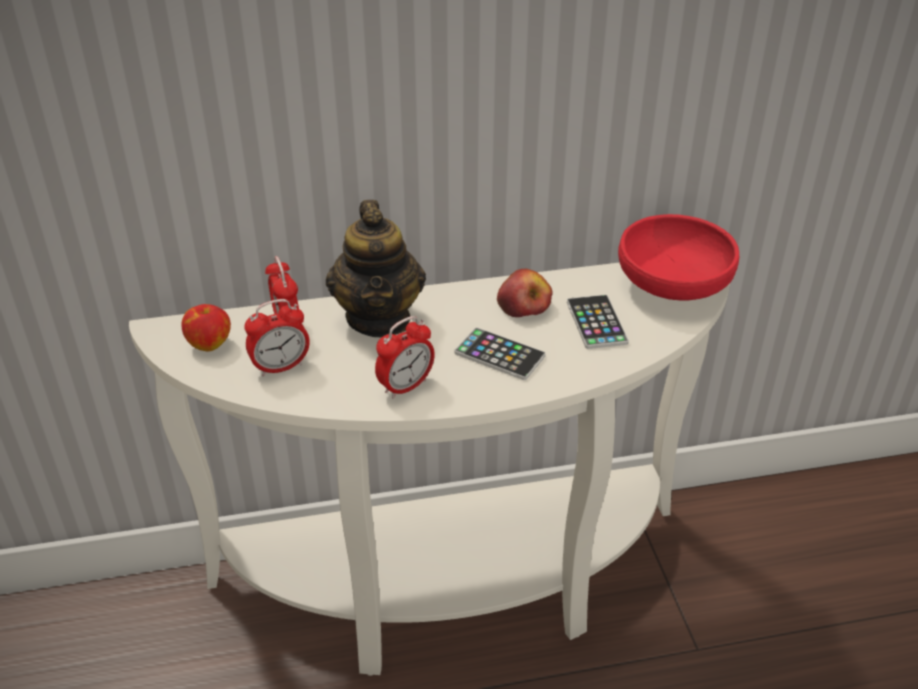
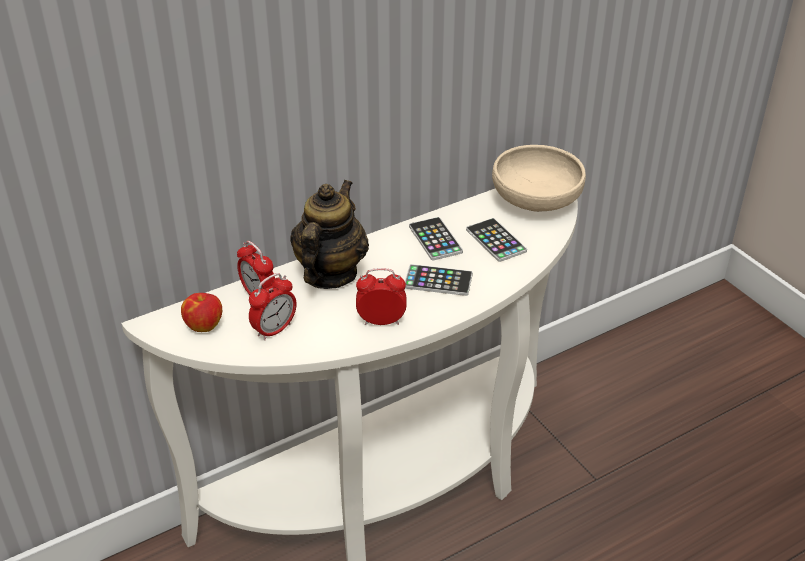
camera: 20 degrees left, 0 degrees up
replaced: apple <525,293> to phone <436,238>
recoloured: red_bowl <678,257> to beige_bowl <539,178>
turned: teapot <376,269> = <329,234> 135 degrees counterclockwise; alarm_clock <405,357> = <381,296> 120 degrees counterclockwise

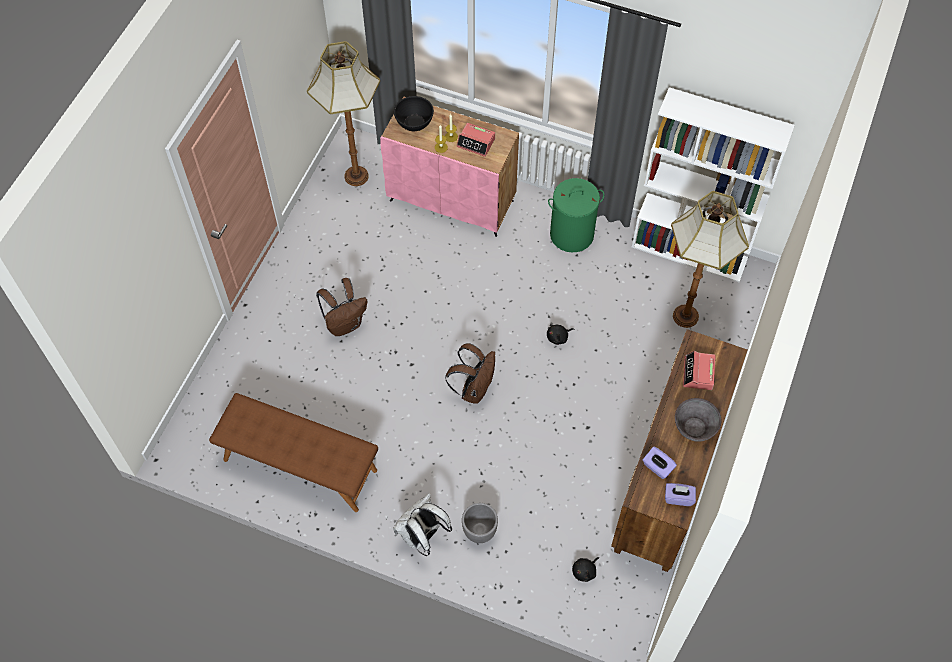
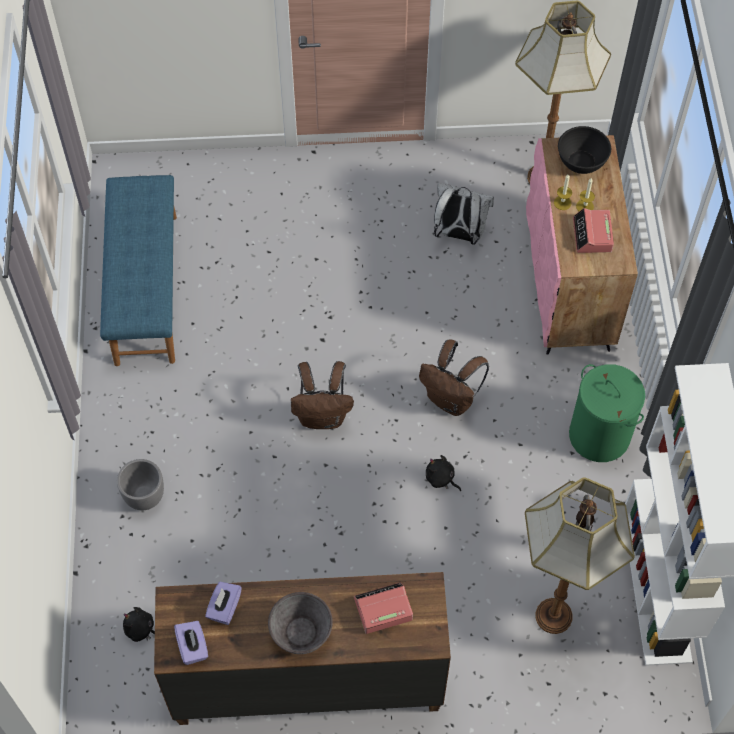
camera: 65 degrees right, 0 degrees up
moved: brown_backpack <341,307> to <454,377>; white_backpack <422,524> to <464,214>
recoloured: brown_bench <293,452> to blue_bench <138,270>

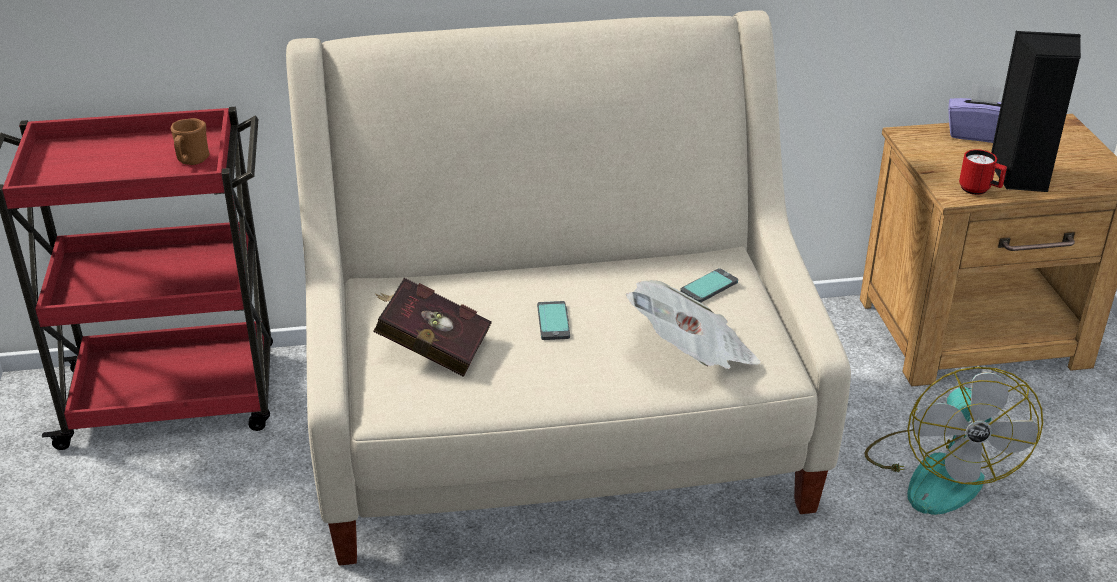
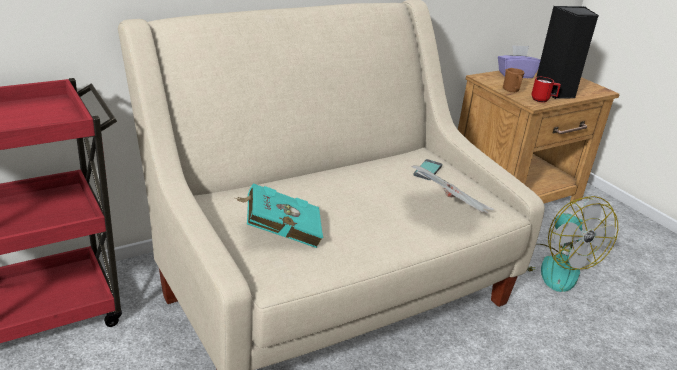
camera: 25 degrees left, 5 degrees down
removed: phone <553,320>
moved: brown_mug <190,141> to <513,80>
recoloured: red_book <432,327> to turquoise_book <279,215>

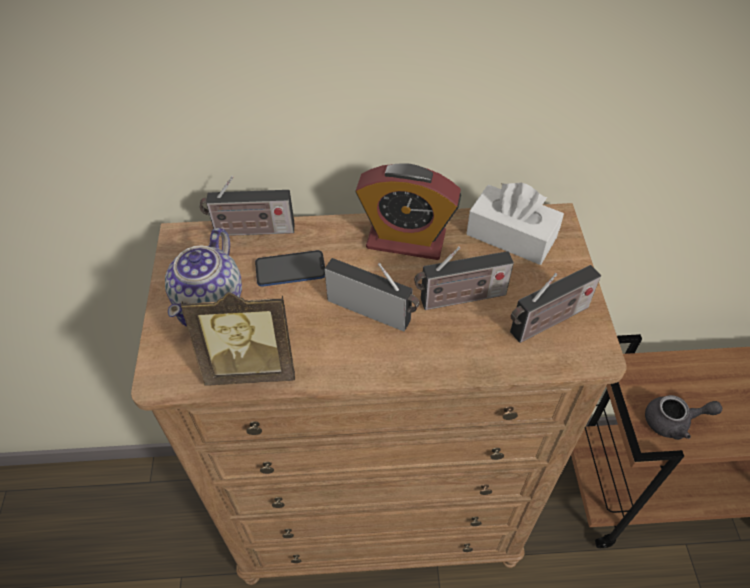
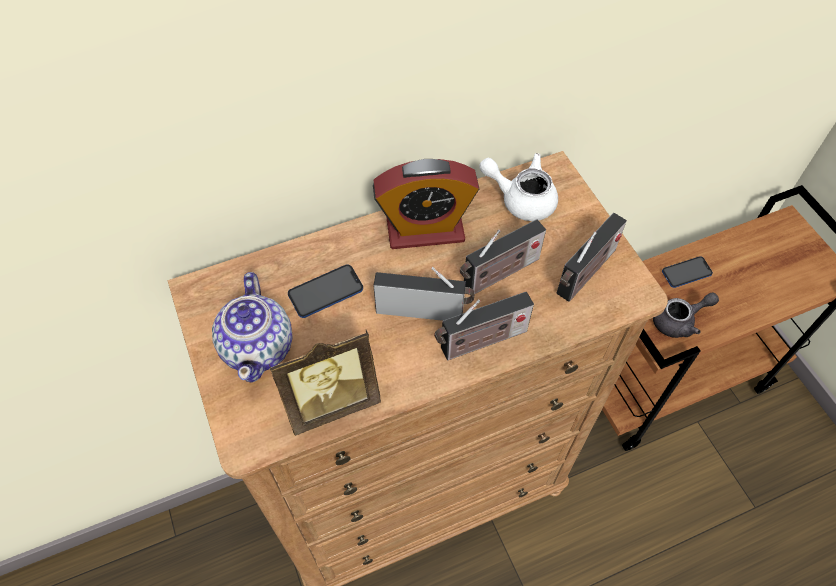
camera: 20 degrees left, 5 degrees up
added: phone <687,272>
moved: radio <247,206> to <484,326>
replaced: white_tissue_box <515,224> to white_teapot <518,187>

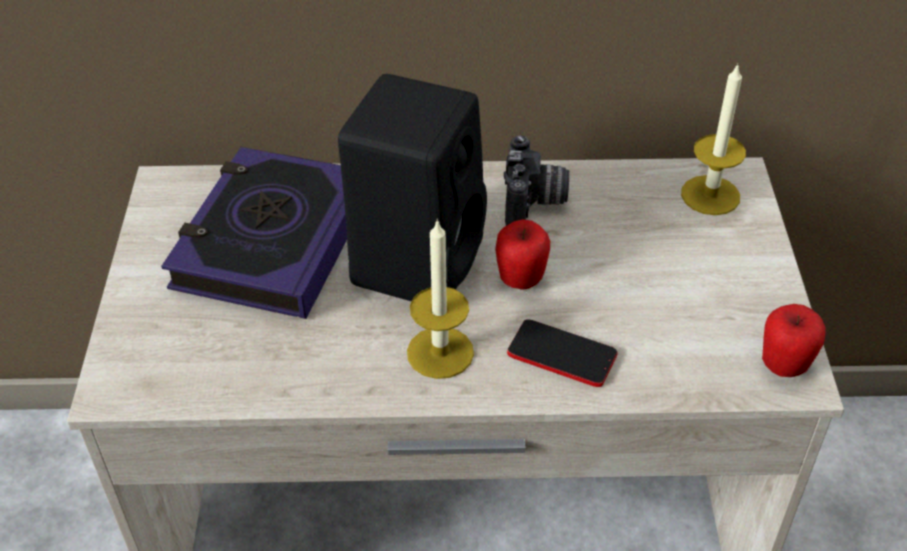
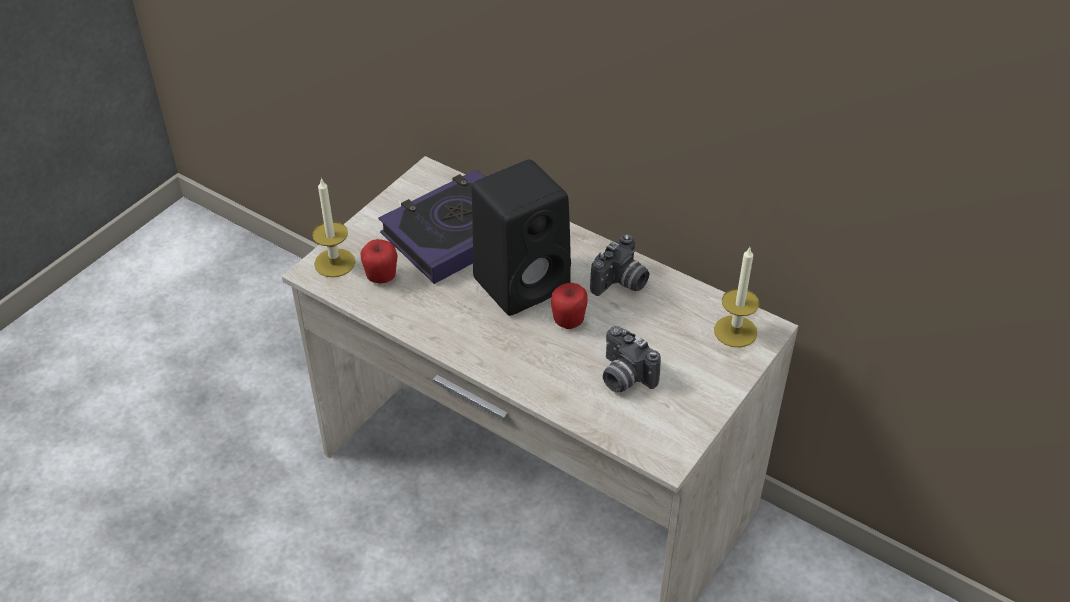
camera: 35 degrees right, 0 degrees up
removed: phone <562,353>
added: photo_camera <632,359>
moved: candle <440,299> to <333,227>; apple <794,340> to <379,261>

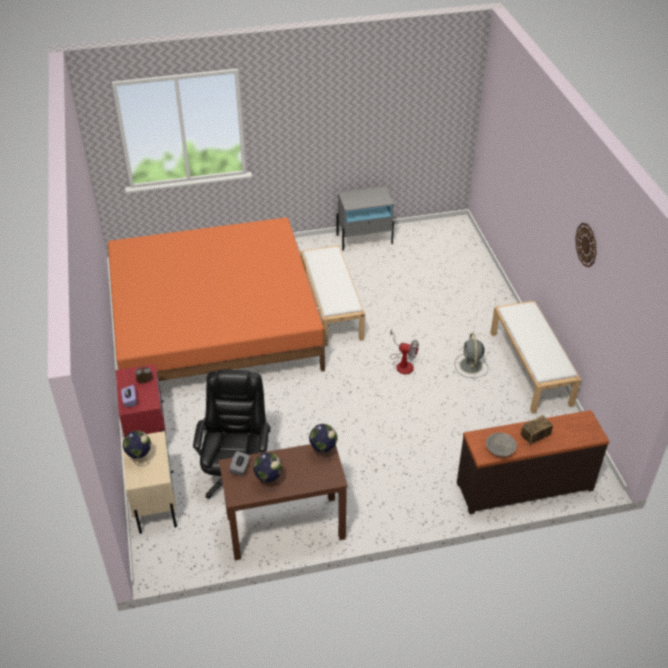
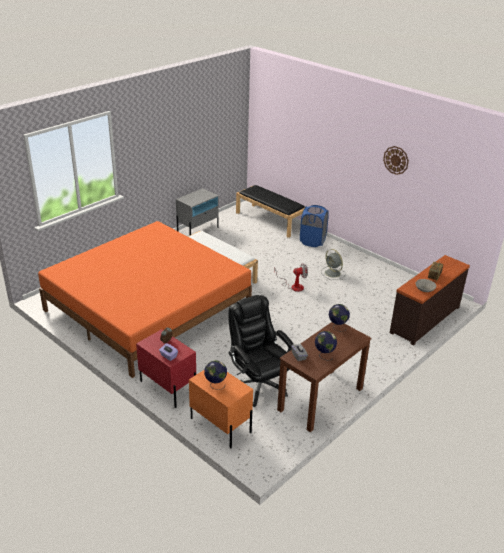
camera: 35 degrees left, 10 degrees down
removed: white_bench <536,357>
added: black_bench <270,211>; blue_laundry_basket <314,226>
recoloured: beige_nightstand <149,482> to orange_nightstand <221,409>

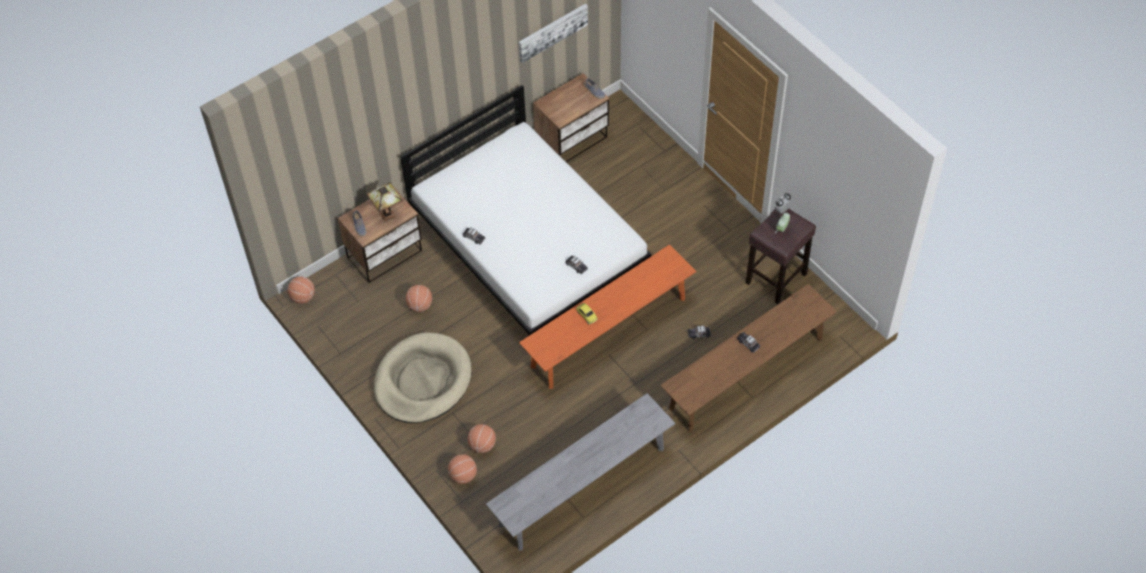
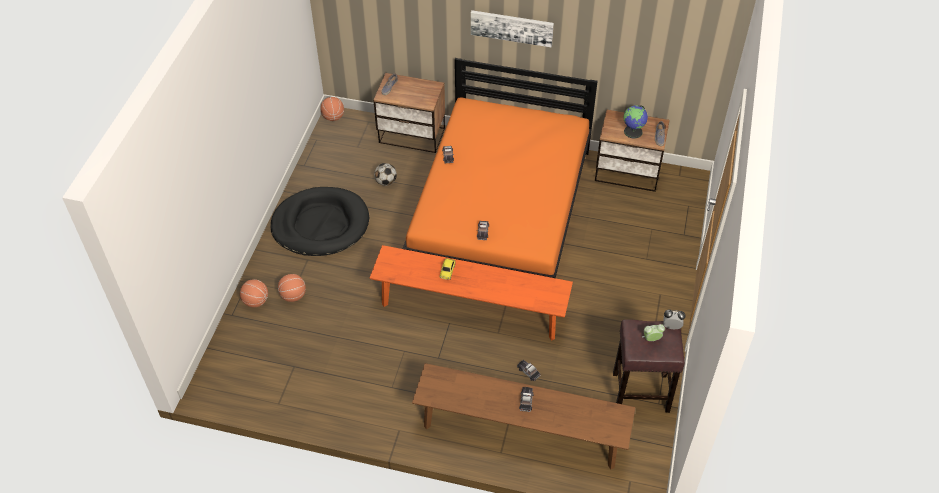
camera: 50 degrees right, 5 degrees down
removed: table_lamp <384,202>; grey_bench <580,472>
added: globe <635,122>
moved: picture <553,33> to <512,28>
replaced: basketball <419,298> to football <385,174>
recoloured: beige_dog_bed <423,377> to black_dog_bed <320,221>; white_bed <525,210> to orange_bed <500,168>

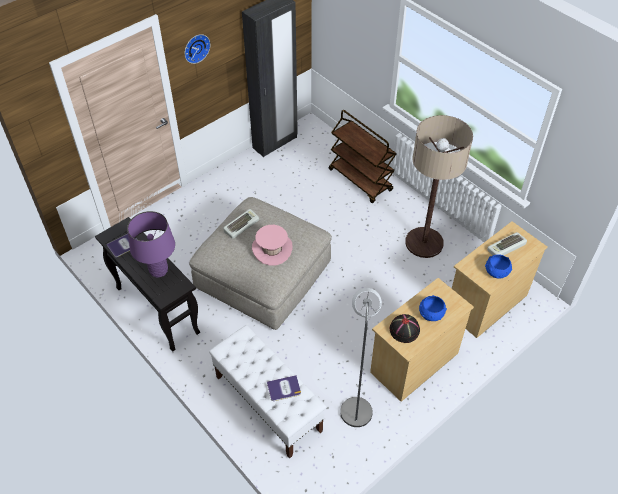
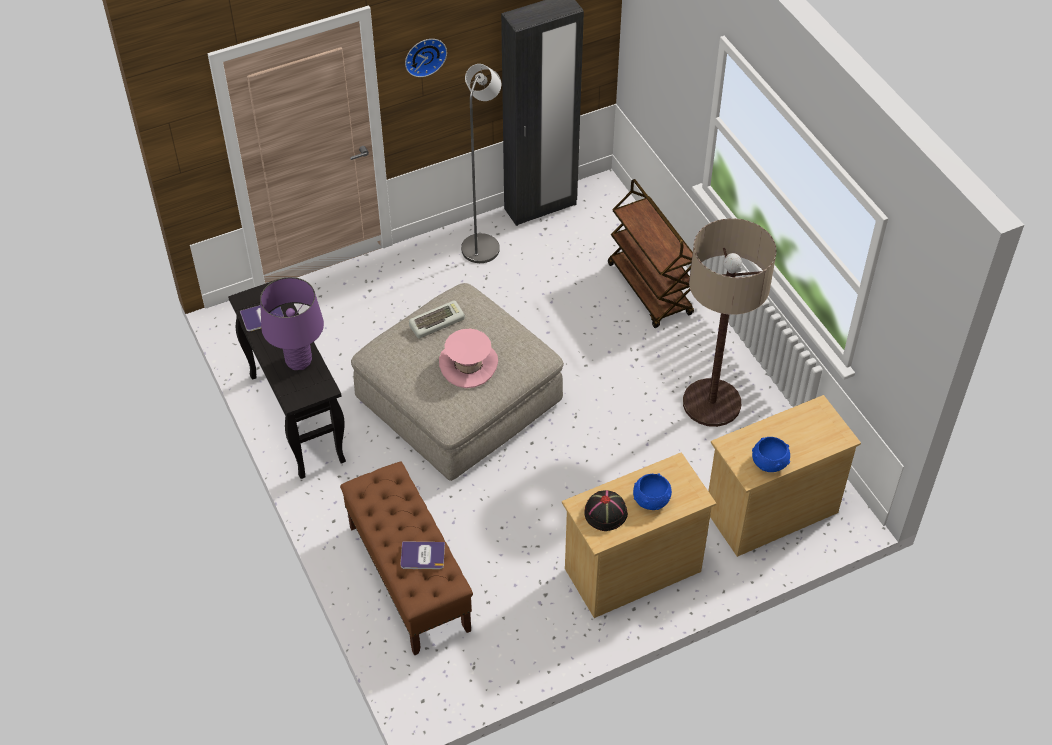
camera: 15 degrees right, 0 degrees up
removed: keyboard <507,244>
moved: grey_floor_lamp <361,357> to <481,163>
recoloured: white_bench <267,392> to brown_bench <406,558>

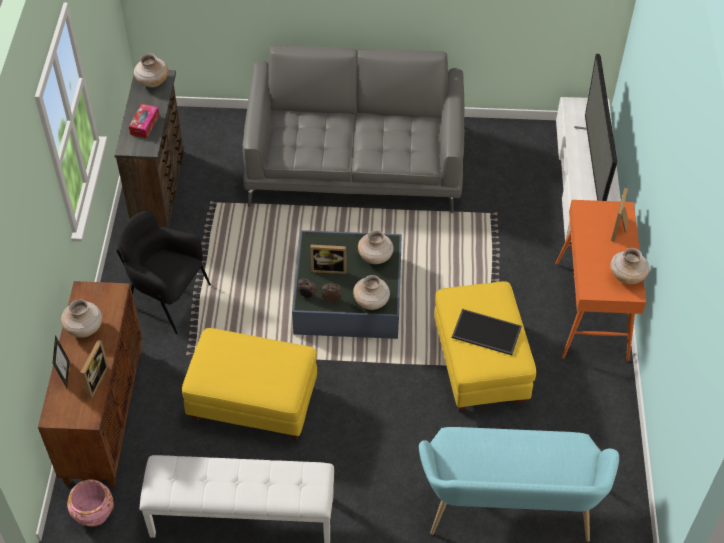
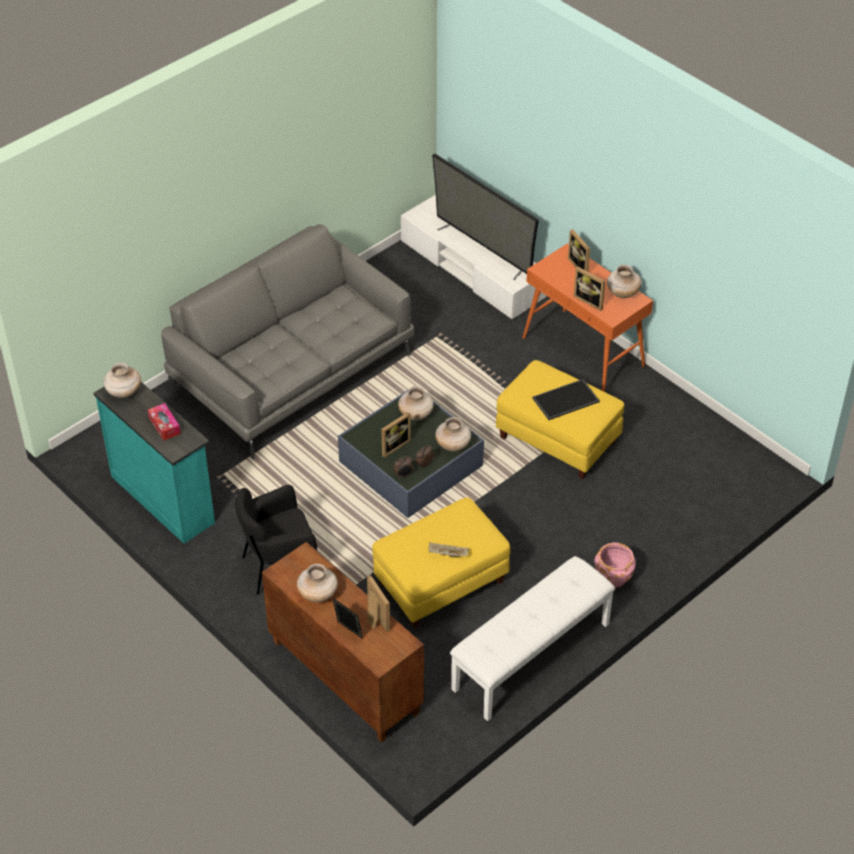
camera: 45 degrees left, 5 degrees down
removed: turquoise_bench <519,484>
added: beige_tray <449,550>; picture_frame <589,289>
moved: pink_planter <90,503> to <615,565>
recoloured: brown_dresser <149,149> to turquoise_dresser <154,462>

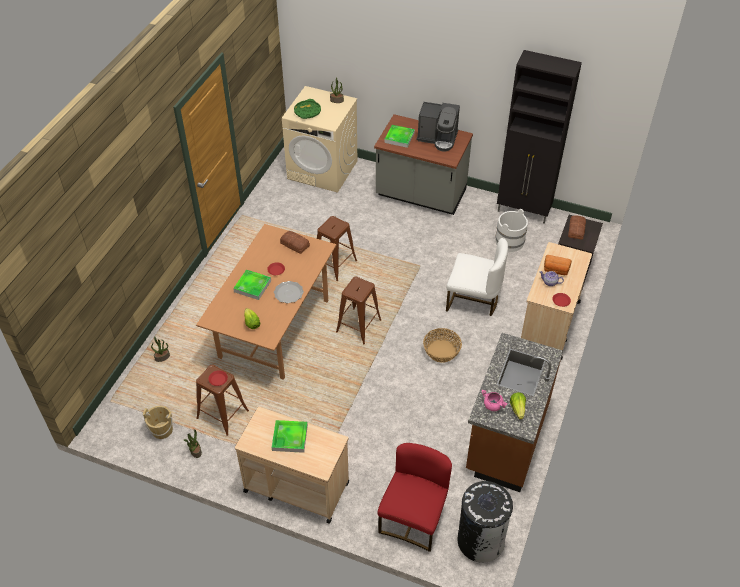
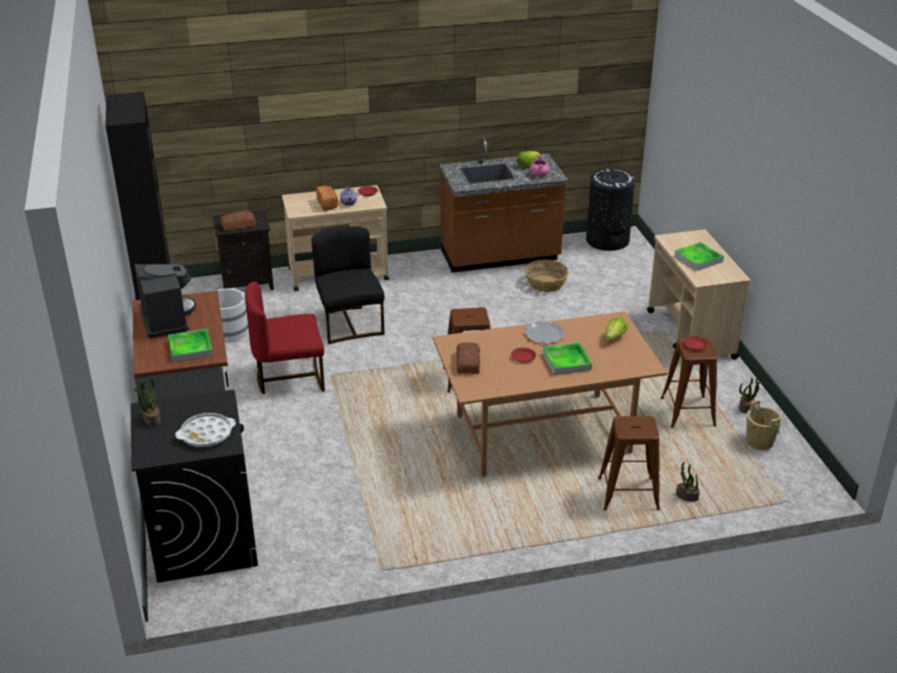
camera: 125 degrees left, 15 degrees down
moved: brown_stool <337,248> to <629,463>; red_chair <414,497> to <285,338>; basket <442,345> to <547,276>
recoloured: beige_washing_machine <319,139> to black_washing_machine <194,486>; green_tray <307,109> to white_tray <205,430>; white_chair <477,277> to black_chair <348,285>

